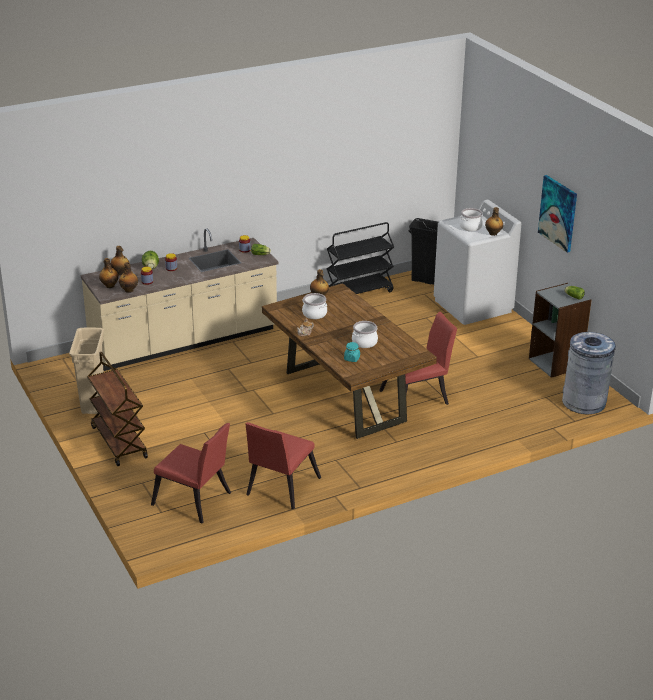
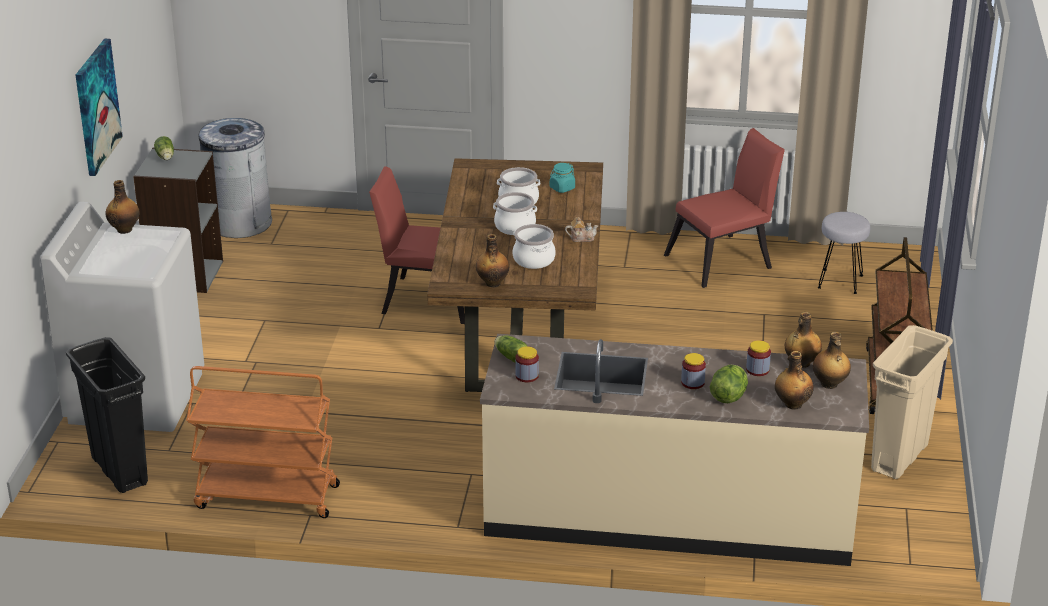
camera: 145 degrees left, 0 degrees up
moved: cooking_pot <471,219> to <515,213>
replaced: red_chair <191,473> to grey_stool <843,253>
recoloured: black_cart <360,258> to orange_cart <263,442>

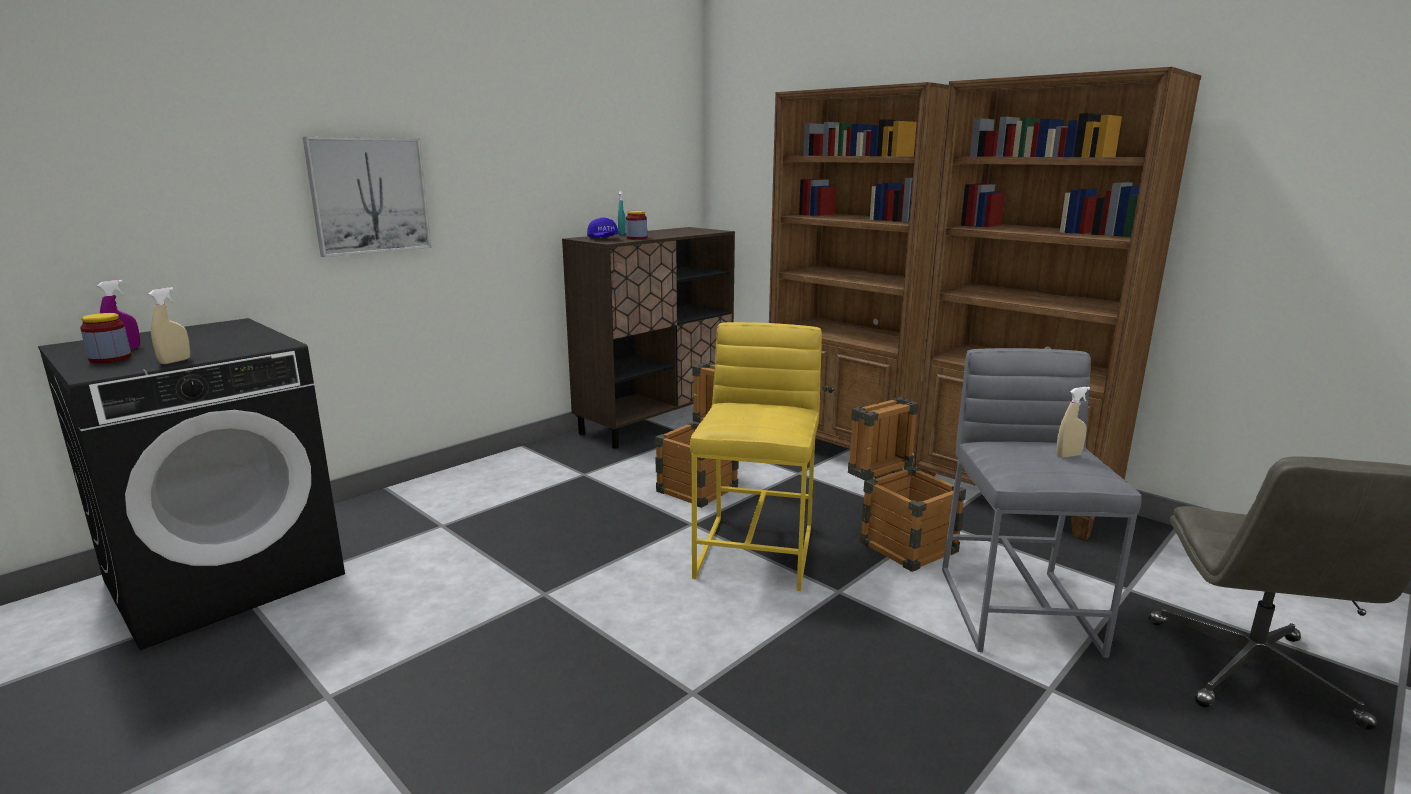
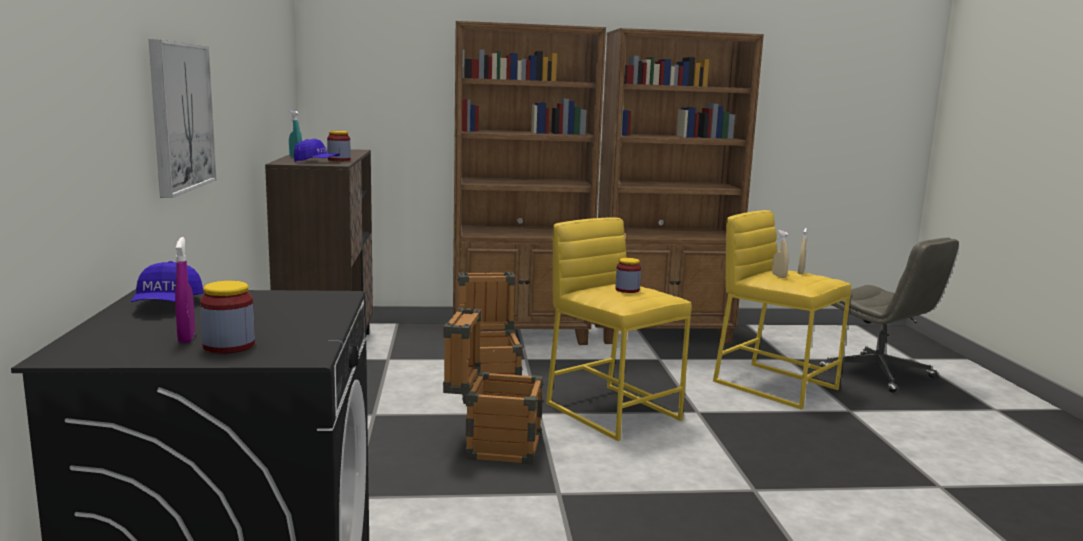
camera: 50 degrees left, 5 degrees down
added: blue_cap <167,281>; jar <628,275>
moved: beige_spray_bottle <169,325> to <780,254>; crate <907,484> to <493,386>
recoloured: grey_stool <1042,503> to yellow_stool <782,310>

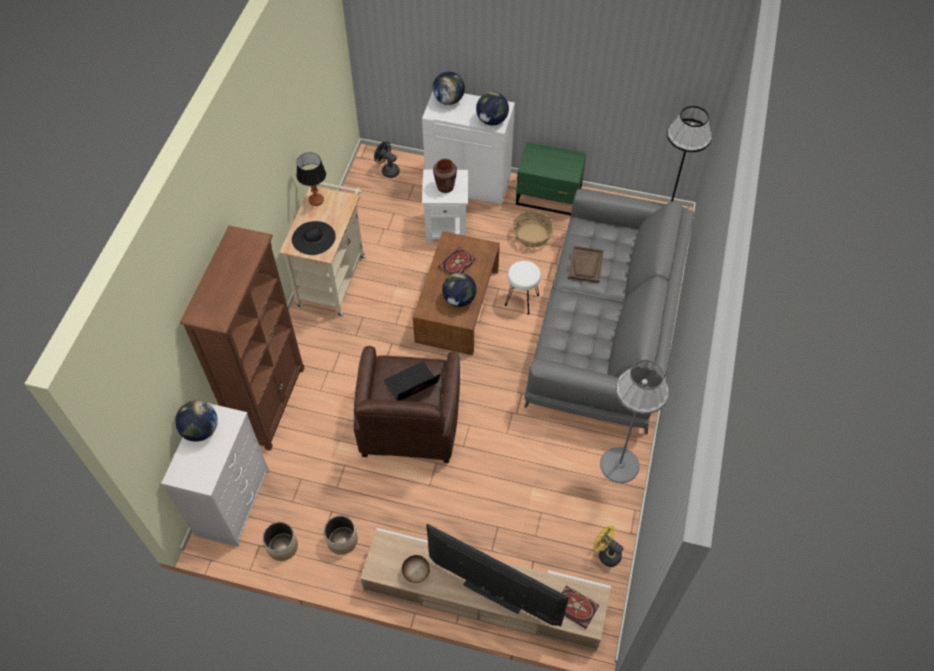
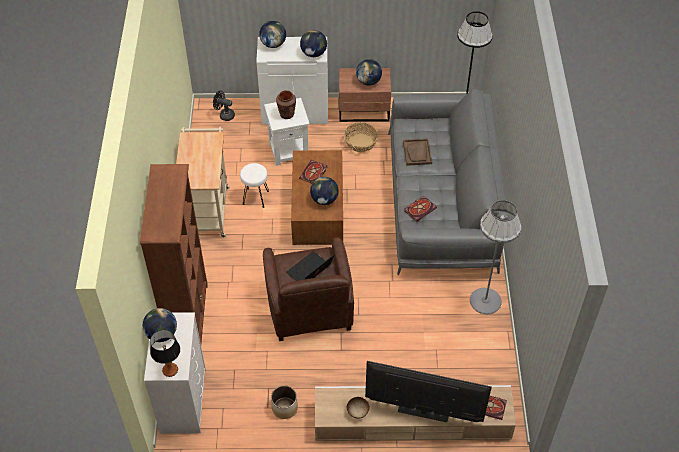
camera: 15 degrees left, 5 degrees down
removed: planter <280,541>; black_hat <314,238>; yellow_fan <608,546>
added: globe <369,72>; book <420,209>
moved: table_lamp <311,179> to <165,353>; white_stool <523,288> to <254,185>
recoloured: green_nightstand <551,178> to brown_nightstand <365,95>

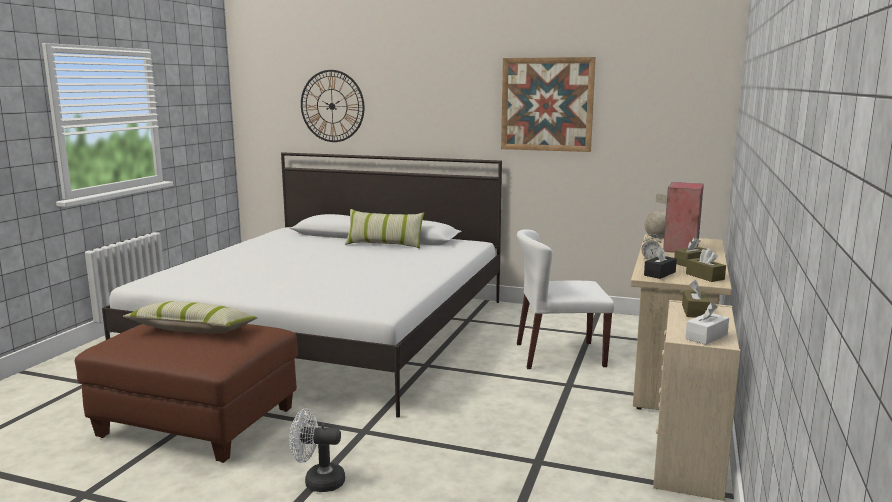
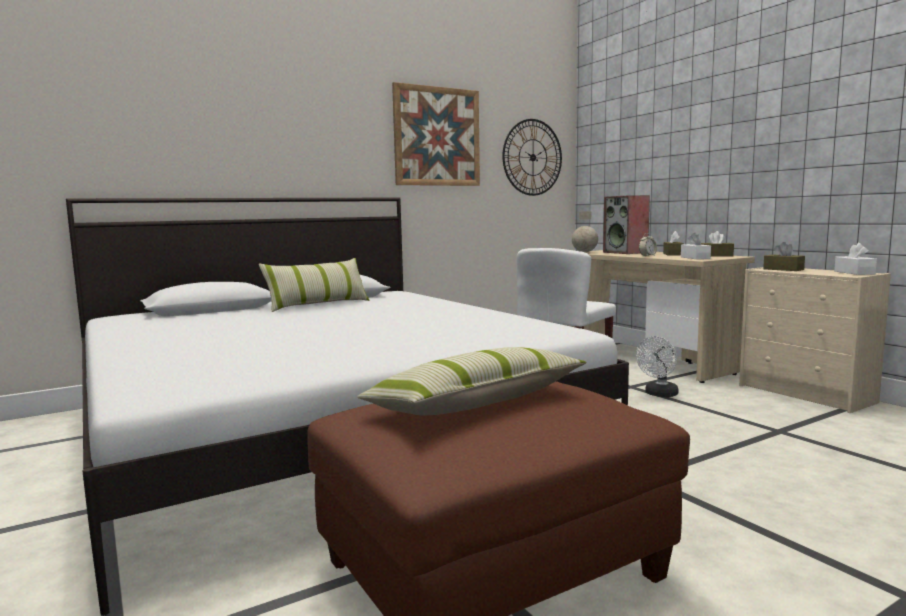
camera: 50 degrees left, 5 degrees down
moved: white_fan <317,450> to <657,366>; wall_clock <332,106> to <532,157>
recoloured: black_tissue_box <660,262> to white_tissue_box <696,245>

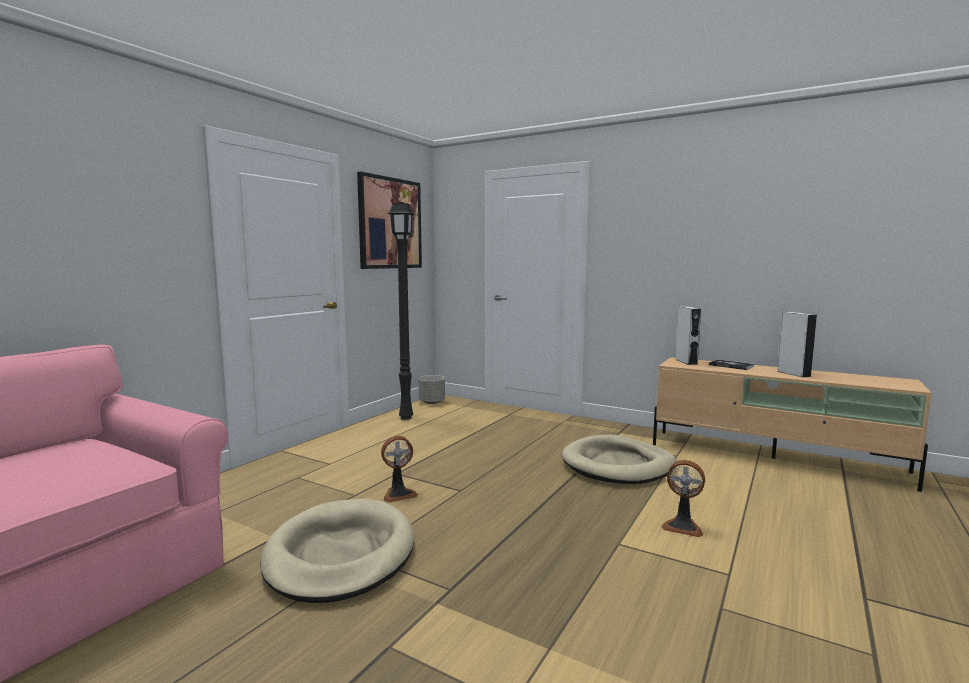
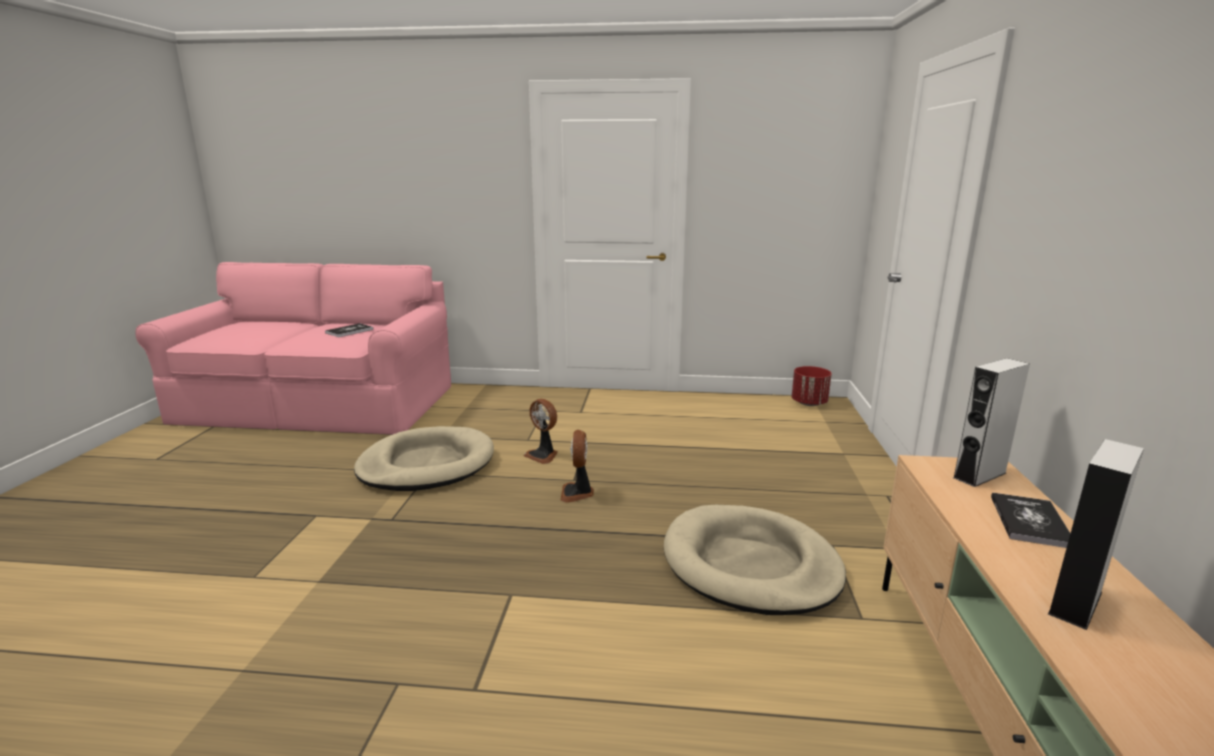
camera: 65 degrees right, 10 degrees up
removed: picture <389,220>; black_floor_lamp <401,311>
added: book <349,330>
moved: fan <683,498> to <577,466>
recoloured: grey_planter <431,389> to red_planter <812,386>

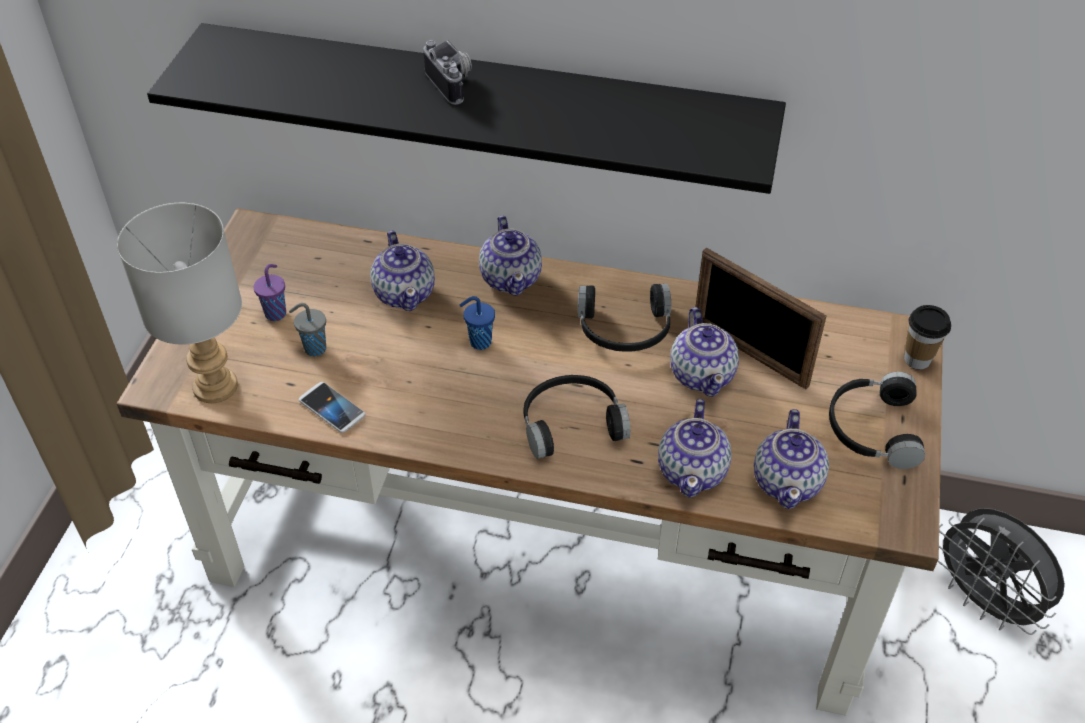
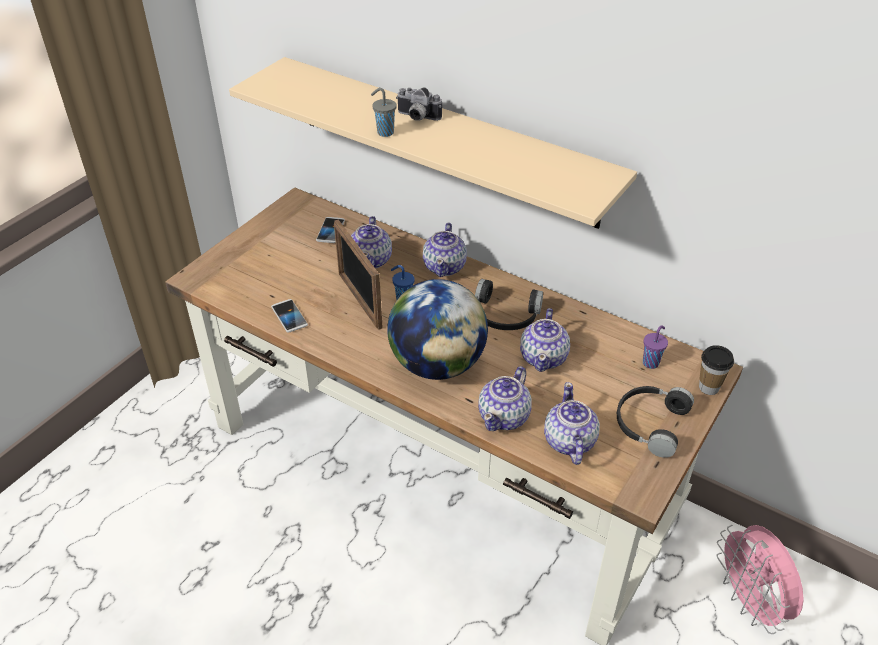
camera: 20 degrees right, 5 degrees down
removed: grey_table_lamp <179,303>
added: phone <330,230>
moved: purple_cup <270,292> to <655,347>; grey_cup <307,330> to <383,112>; picture_frame <761,318> to <358,274>
replaced: black_headphones <577,417> to globe <437,329>
recoloured: black_shelf <466,108> to beige_shelf <433,143>; grey_fan <1001,571> to pink_fan <760,579>
turned: photo_camera <447,72> = <419,104> 120 degrees clockwise; teapot <791,459> = <572,423> 150 degrees clockwise

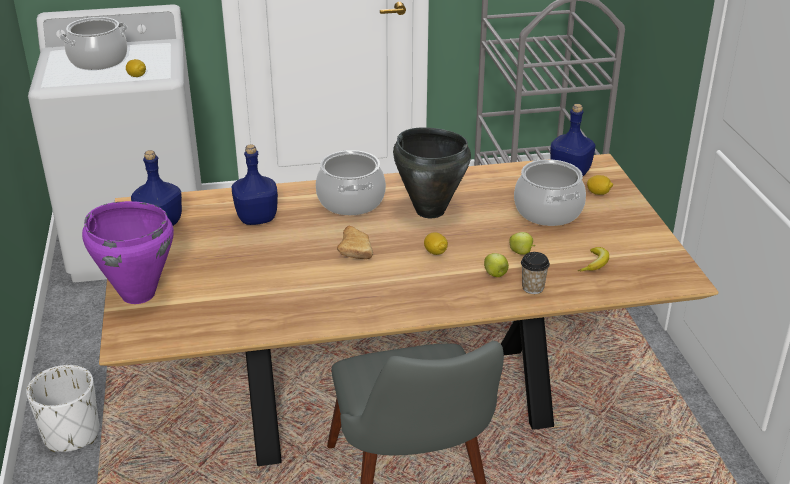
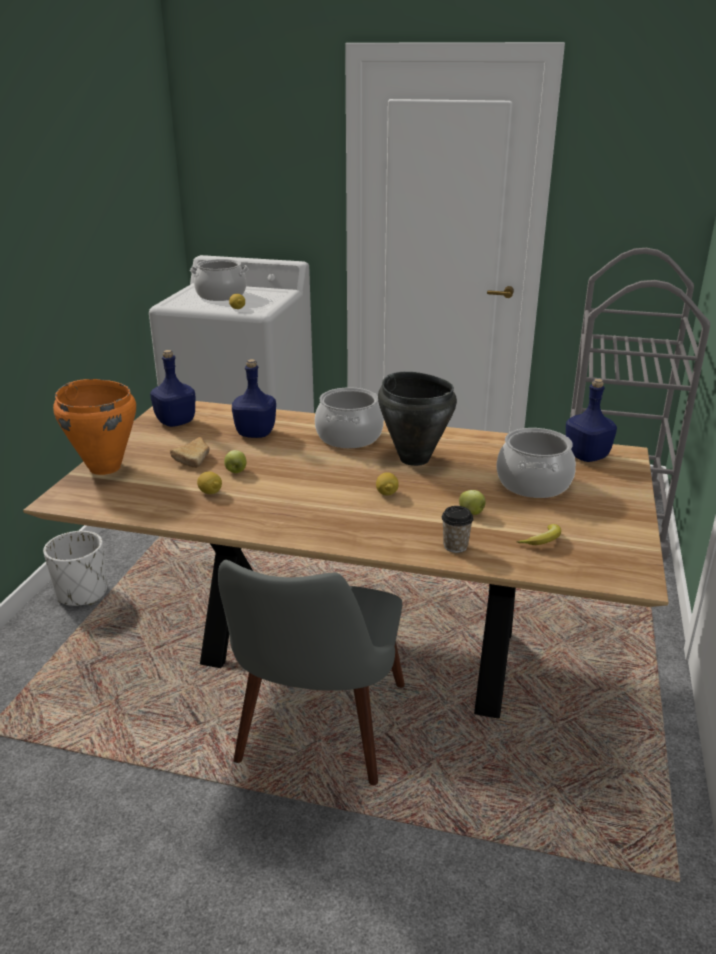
camera: 25 degrees right, 5 degrees down
moved: bread <355,242> to <190,452>; apple <496,265> to <235,461>; lemon <600,185> to <209,483>
recoloured: purple_cooking_pot <128,252> to orange_cooking_pot <94,427>

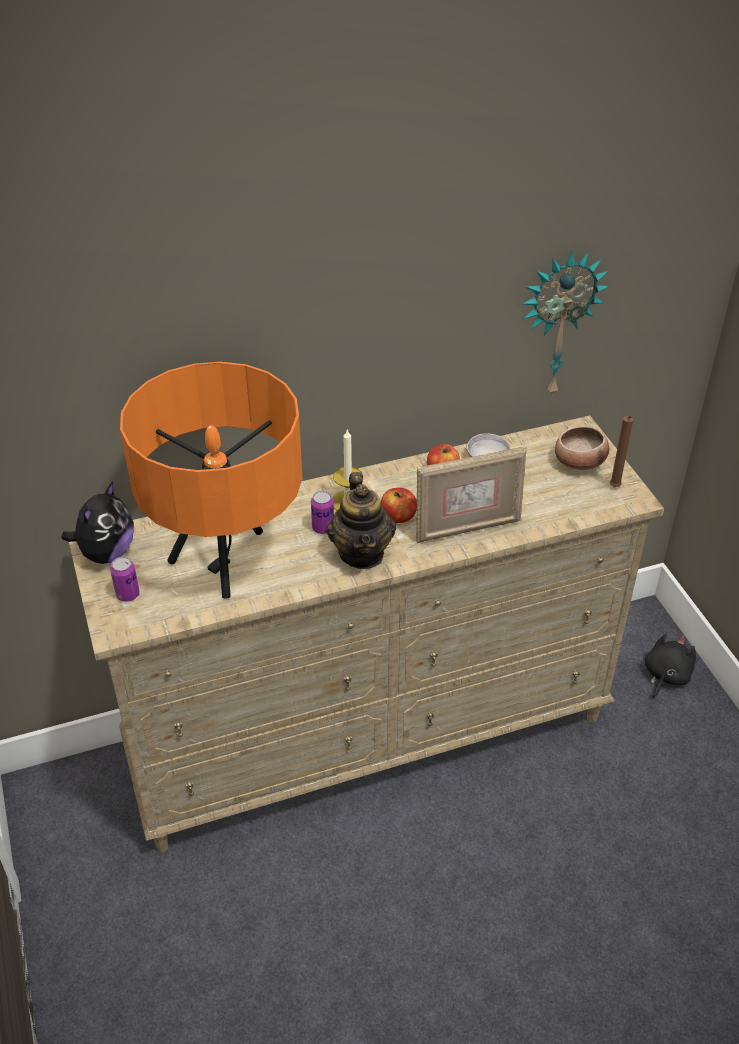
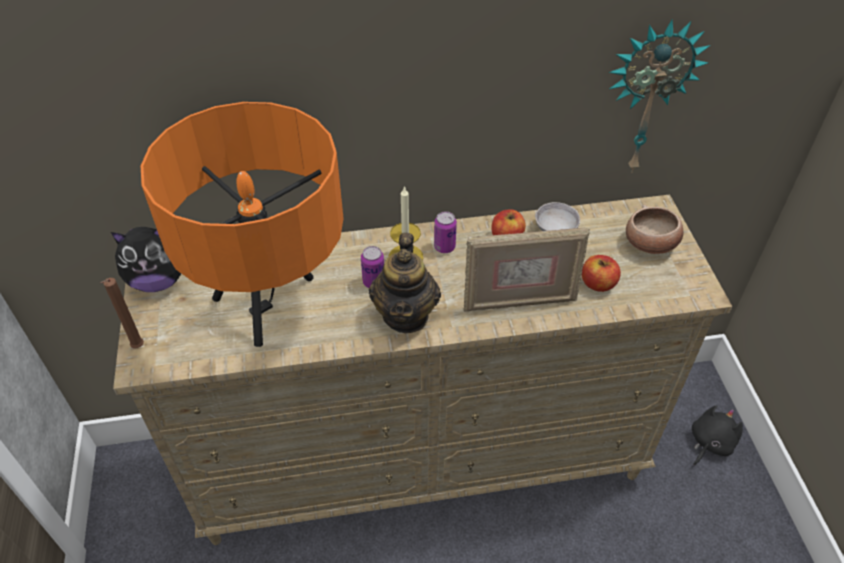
camera: 10 degrees right, 5 degrees up
moved: can <125,579> to <445,232>; apple <399,505> to <601,273>; brown_candle <621,451> to <122,313>
turned: plush_toy <98,522> = <146,259> 45 degrees clockwise

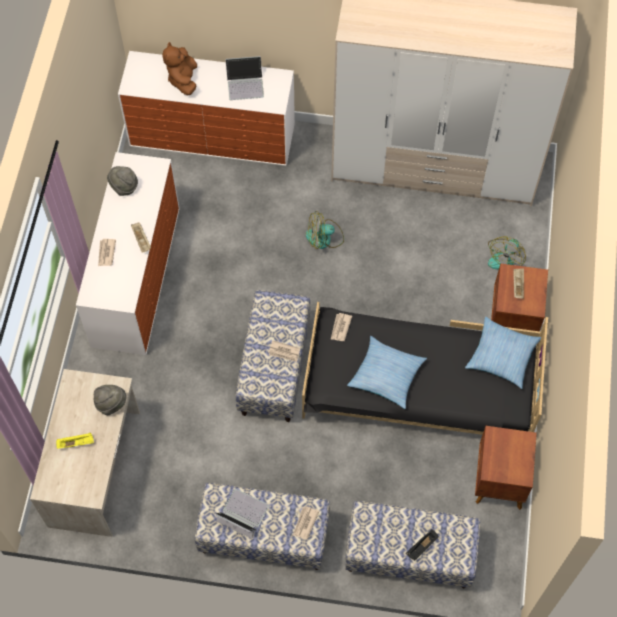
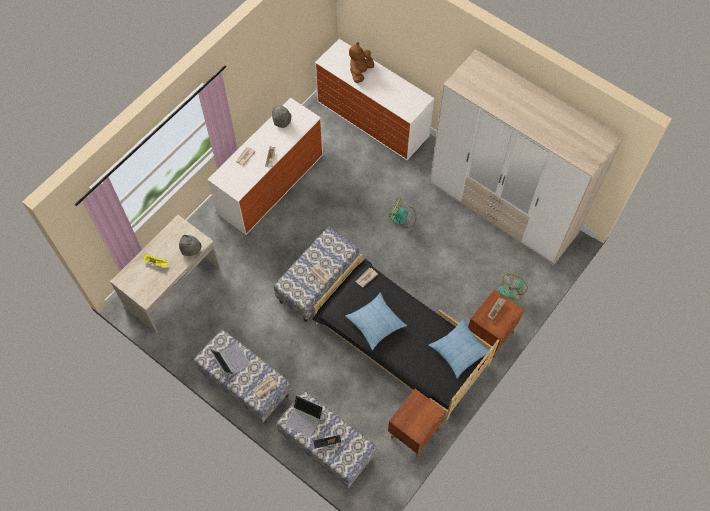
camera: 30 degrees right, 0 degrees up
moved: laptop <245,78> to <304,416>

